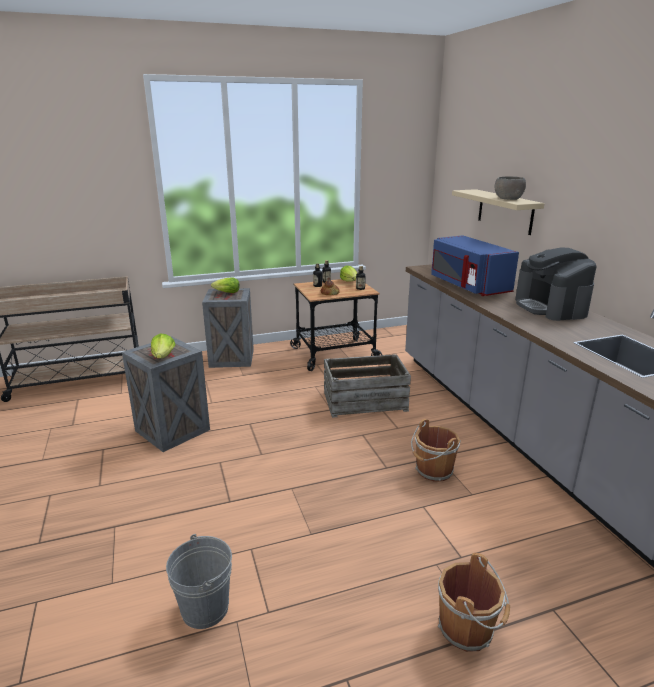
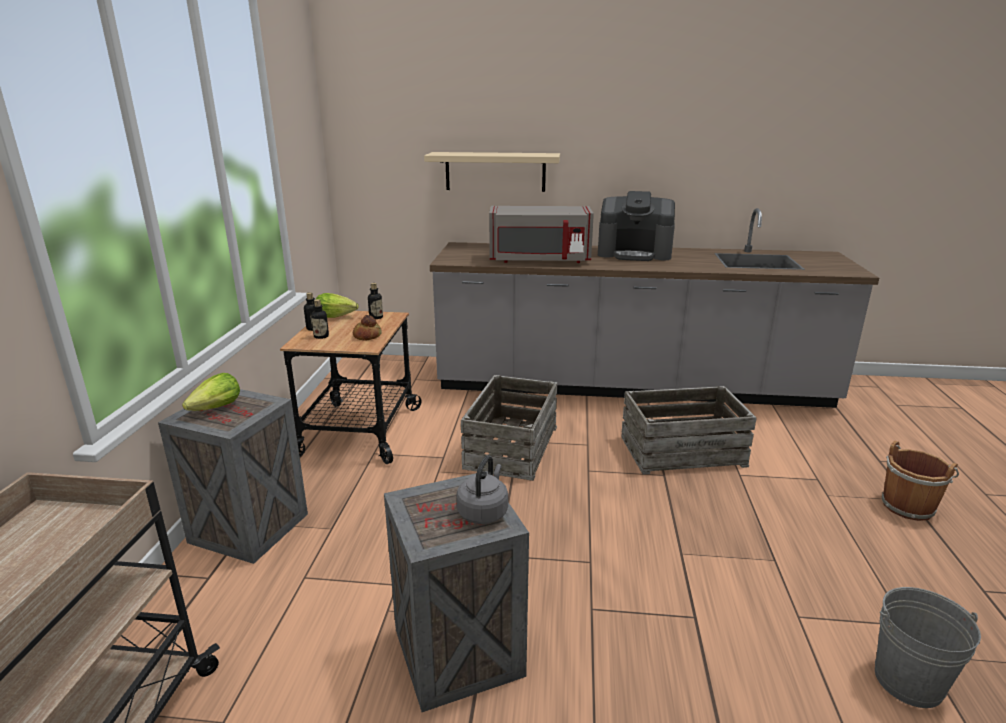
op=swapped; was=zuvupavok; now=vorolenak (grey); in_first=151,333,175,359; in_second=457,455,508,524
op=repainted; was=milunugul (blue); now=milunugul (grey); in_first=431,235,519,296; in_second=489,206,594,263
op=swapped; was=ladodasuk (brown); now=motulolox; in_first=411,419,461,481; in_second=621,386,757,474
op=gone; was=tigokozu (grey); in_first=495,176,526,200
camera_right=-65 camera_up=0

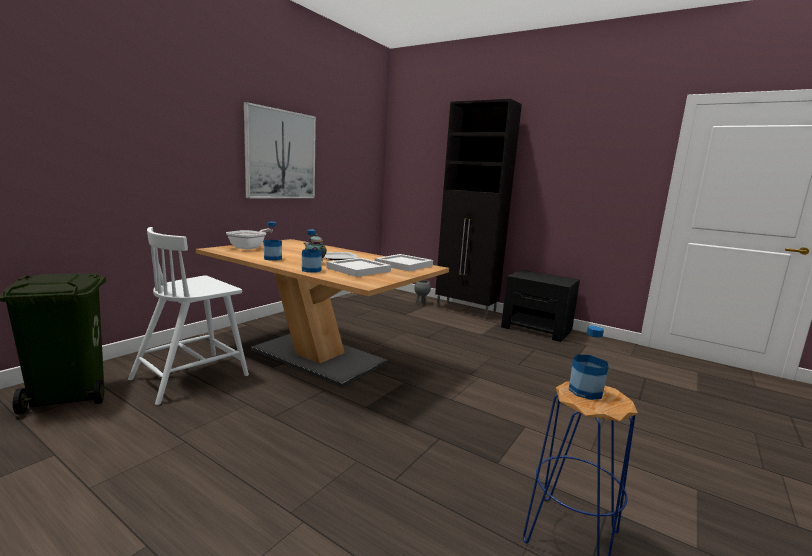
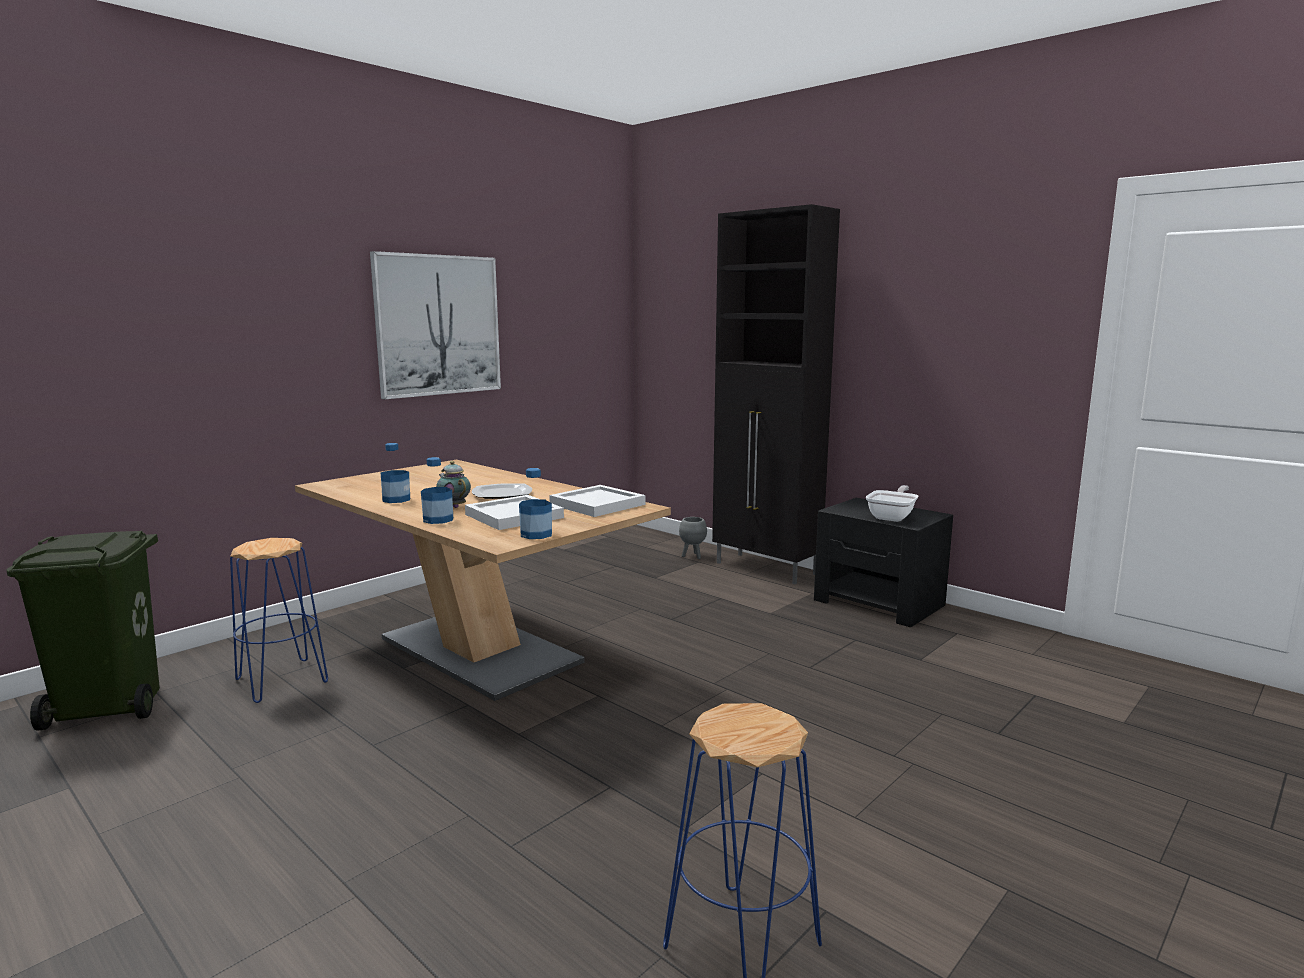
op=swapped; was=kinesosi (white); now=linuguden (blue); in_first=128,227,249,405; in_second=230,538,328,703
op=shifted; was=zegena; in_first=569,326,609,400; in_second=519,468,552,539
op=shifted; was=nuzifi; in_first=226,229,273,250; in_second=866,485,918,522
camera_right=10 camera_up=0

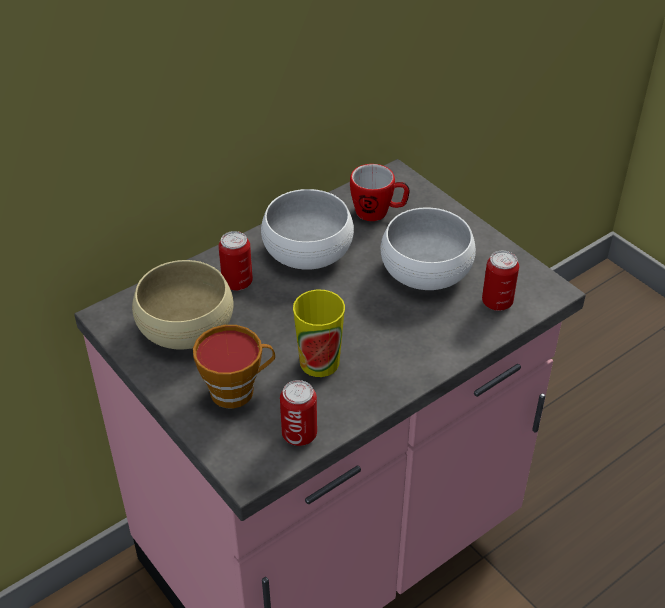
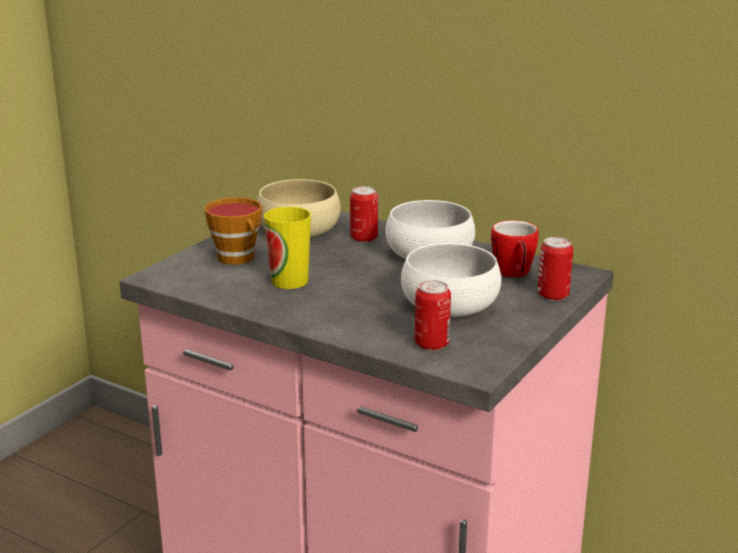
op=shifted; was=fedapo; in_first=280,380,317,446; in_second=538,237,573,301
camera_right=70 camera_up=-20

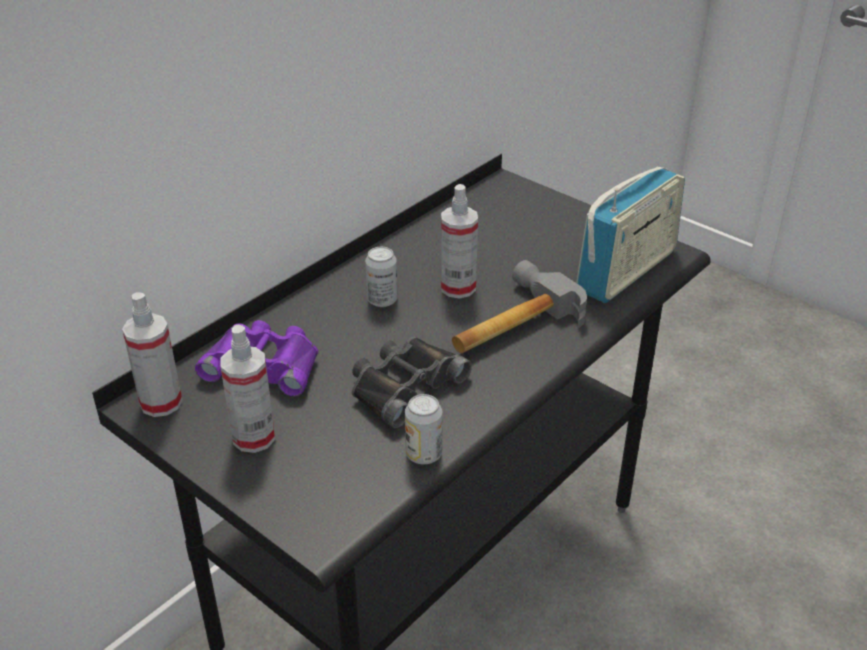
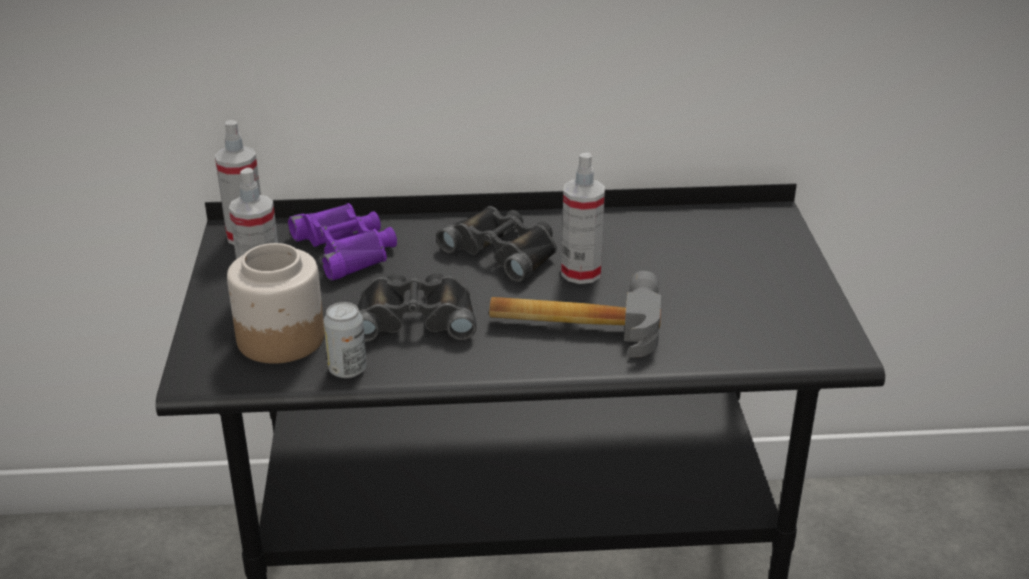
op=new; now=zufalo; in_second=227,243,324,364
op=swapped; was=fedapo; now=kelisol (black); in_first=365,247,398,307; in_second=436,206,557,282
op=gone; was=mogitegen; in_first=576,166,685,303
camera_right=45 camera_up=-5

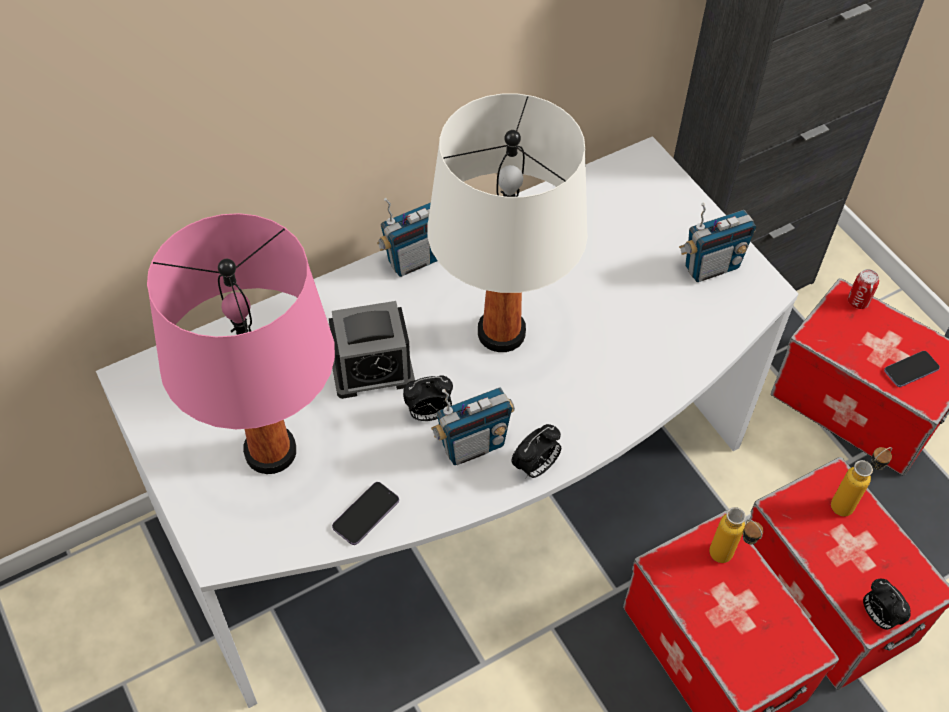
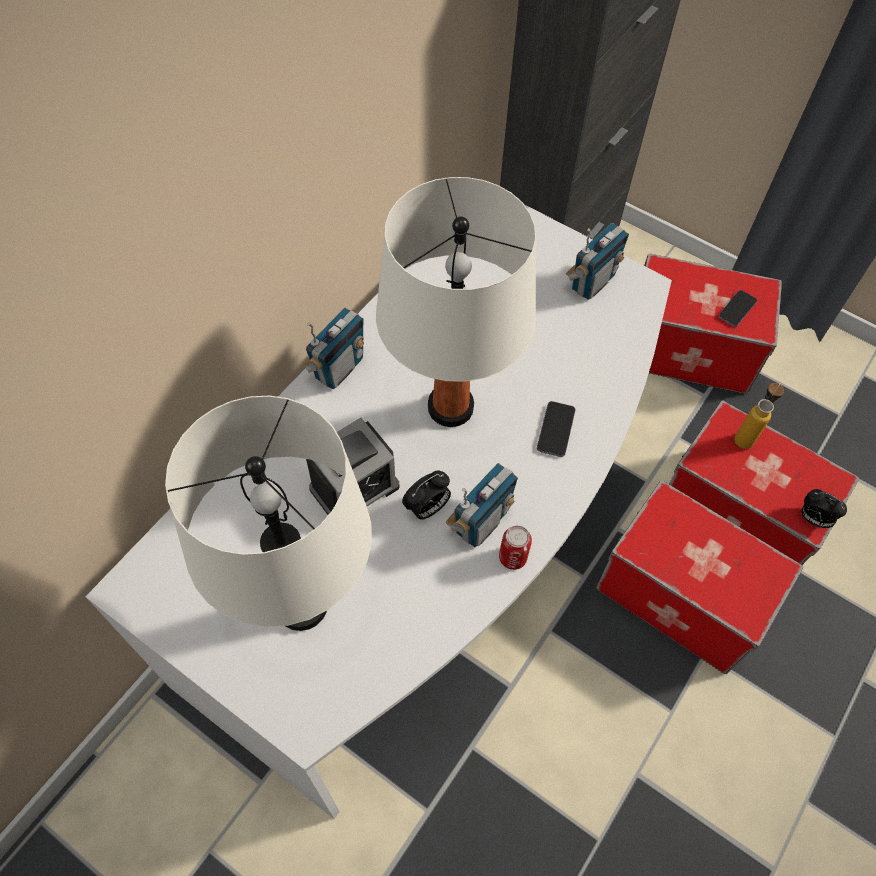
op=repainted; was=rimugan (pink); now=rimugan (white); in_first=147,213,335,474; in_second=165,395,372,631
op=shifted; was=fedapo; in_first=848,269,879,309; in_second=499,525,532,570
op=shifted; was=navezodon; in_first=332,482,399,545; in_second=537,401,576,457
op=gone; was=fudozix; in_first=511,424,561,479
op=gone; was=zegena; in_first=709,507,763,563
camera_right=-25 camera_up=5

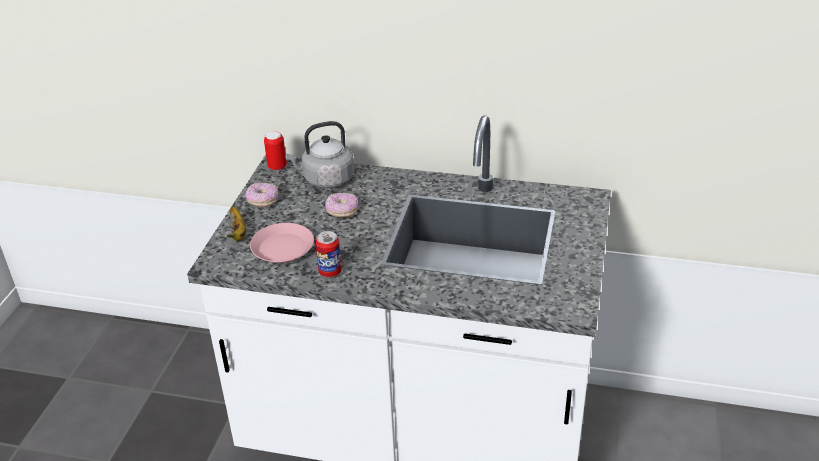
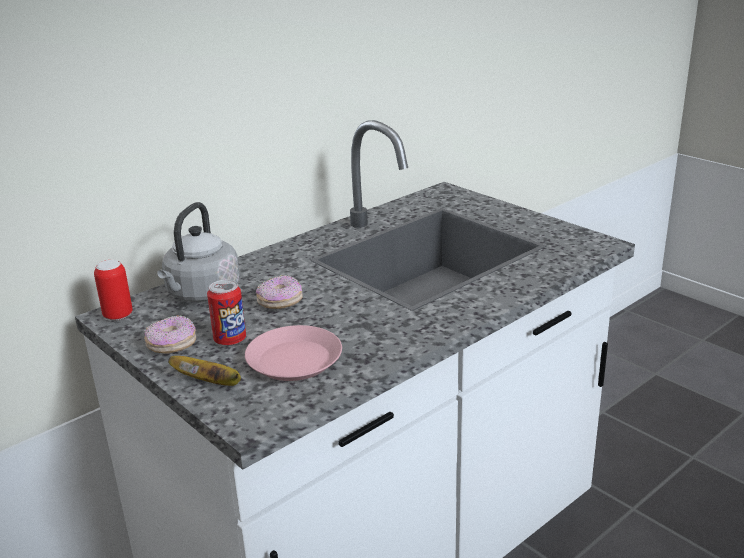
op=shifted; was=fedapo; in_first=315,231,342,277; in_second=207,280,246,346
camera_right=-55 camera_up=-10

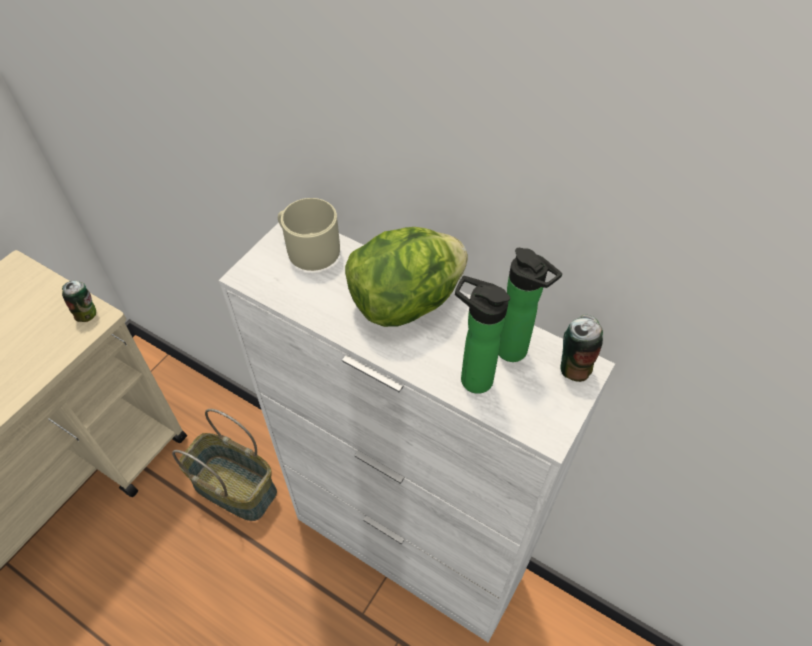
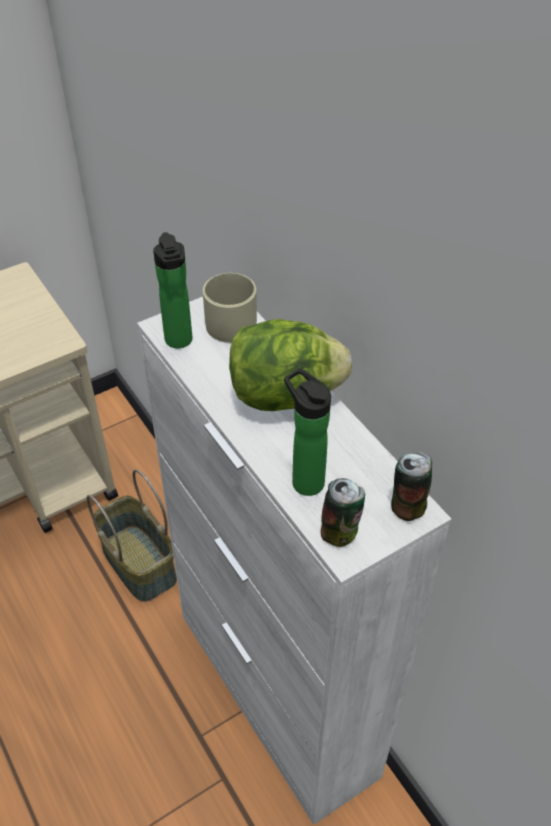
op=shifted; was=zegena; in_first=498,248,562,362; in_second=153,232,192,348
op=shifted; was=fedapo; in_first=62,281,96,322; in_second=321,478,365,547
camera_right=25 camera_up=-5

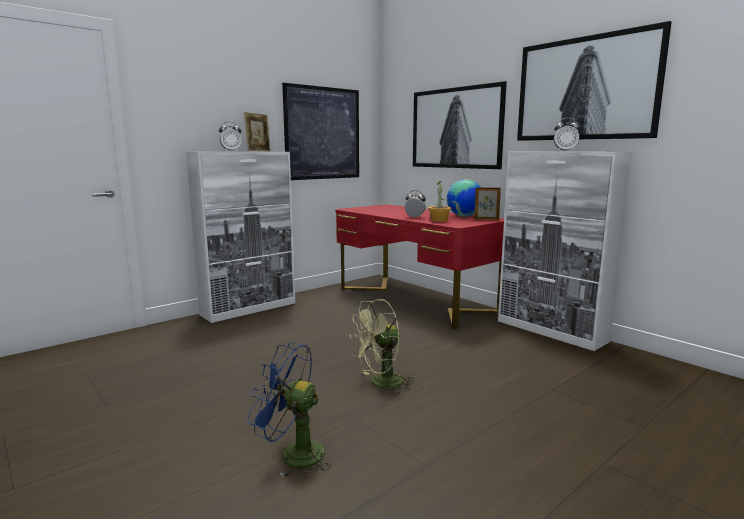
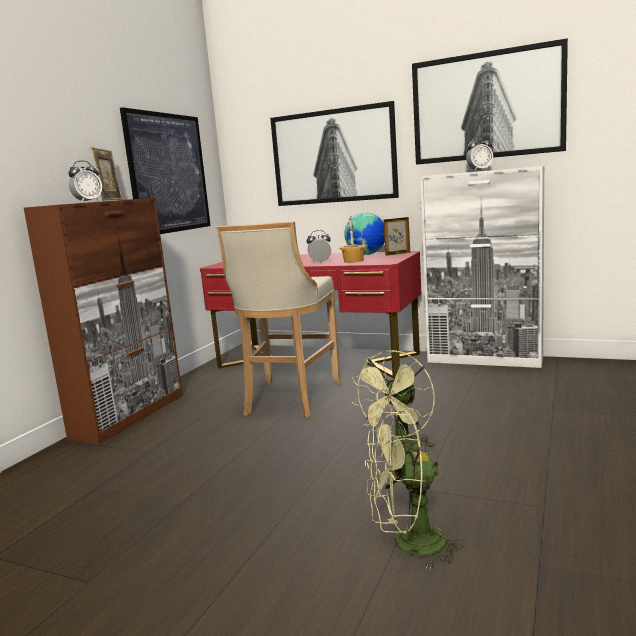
op=repainted; was=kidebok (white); now=kidebok (brown); in_first=186,152,295,323; in_second=24,198,183,444
op=new; now=linuguden (beige); in_second=217,221,342,417
op=repainted; was=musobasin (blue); now=musobasin (green); in_first=247,342,331,478; in_second=365,410,466,570
camera_right=-25 camera_up=0

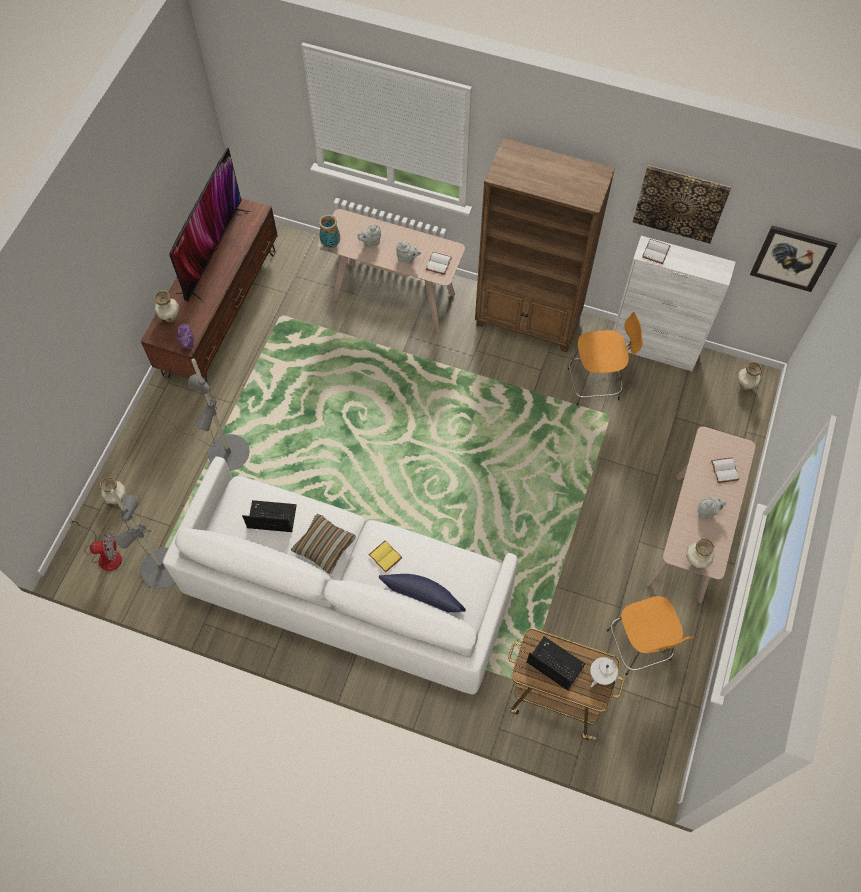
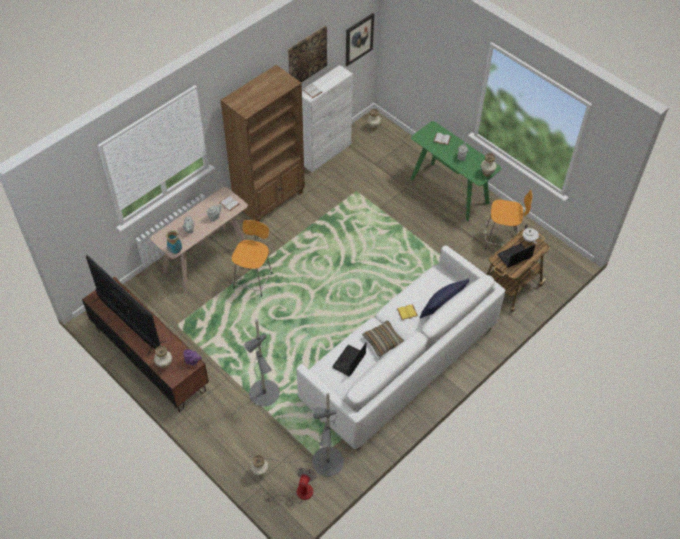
op=shifted; was=linuguden (orange); in_first=568,312,643,406; in_second=232,220,272,297
op=repainted; was=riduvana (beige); now=riduvana (green); in_first=646,426,756,603; in_second=410,121,501,221
camera_right=-65 camera_up=-10

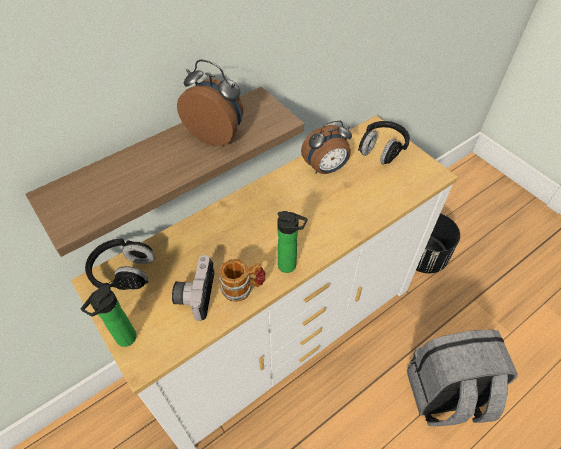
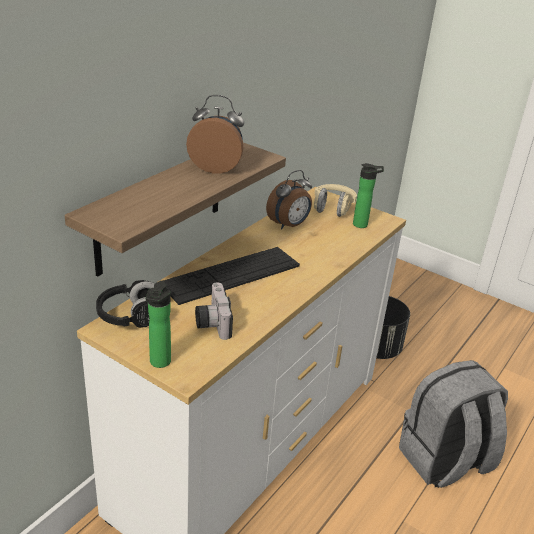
op=new; now=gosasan; in_second=163,247,300,305
op=repainted; was=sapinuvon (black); now=sapinuvon (beige); in_first=358,121,410,164; in_second=314,184,357,217
op=shifted; was=zegena; in_first=277,211,307,273; in_second=353,163,384,228
op=gone; was=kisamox; in_first=219,259,266,302
camera_right=-20 camera_up=-20

